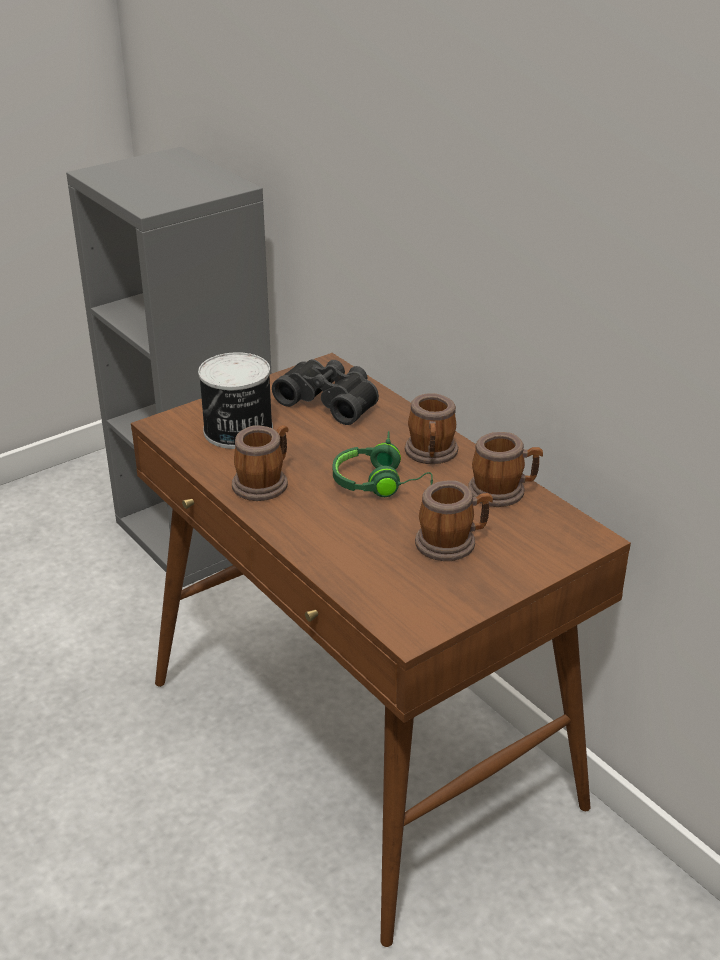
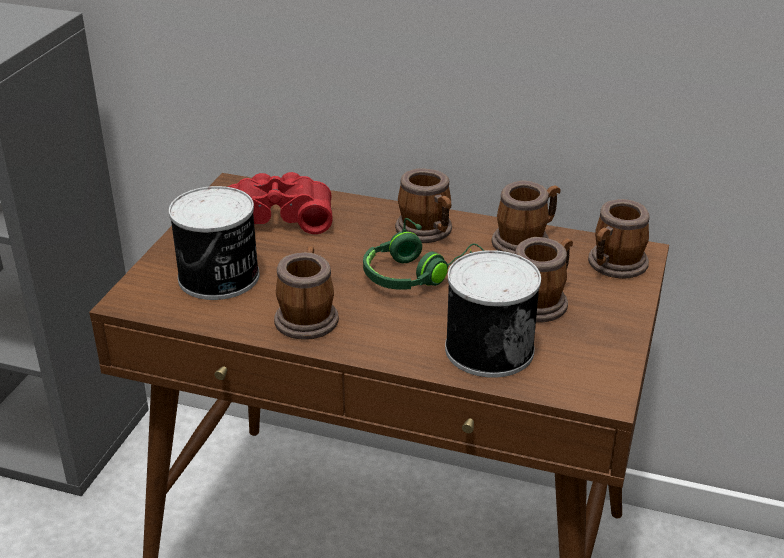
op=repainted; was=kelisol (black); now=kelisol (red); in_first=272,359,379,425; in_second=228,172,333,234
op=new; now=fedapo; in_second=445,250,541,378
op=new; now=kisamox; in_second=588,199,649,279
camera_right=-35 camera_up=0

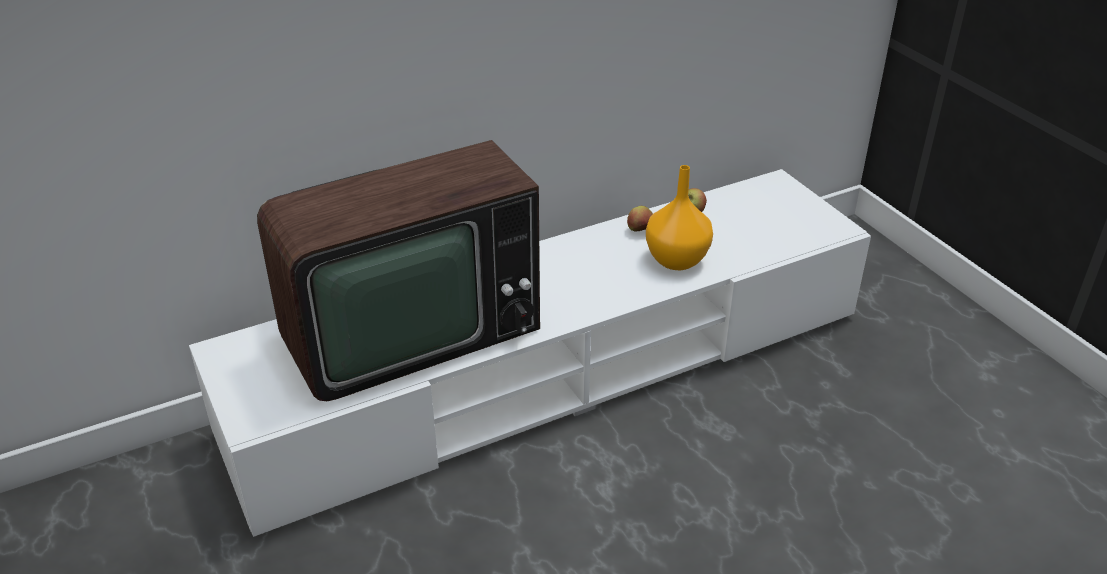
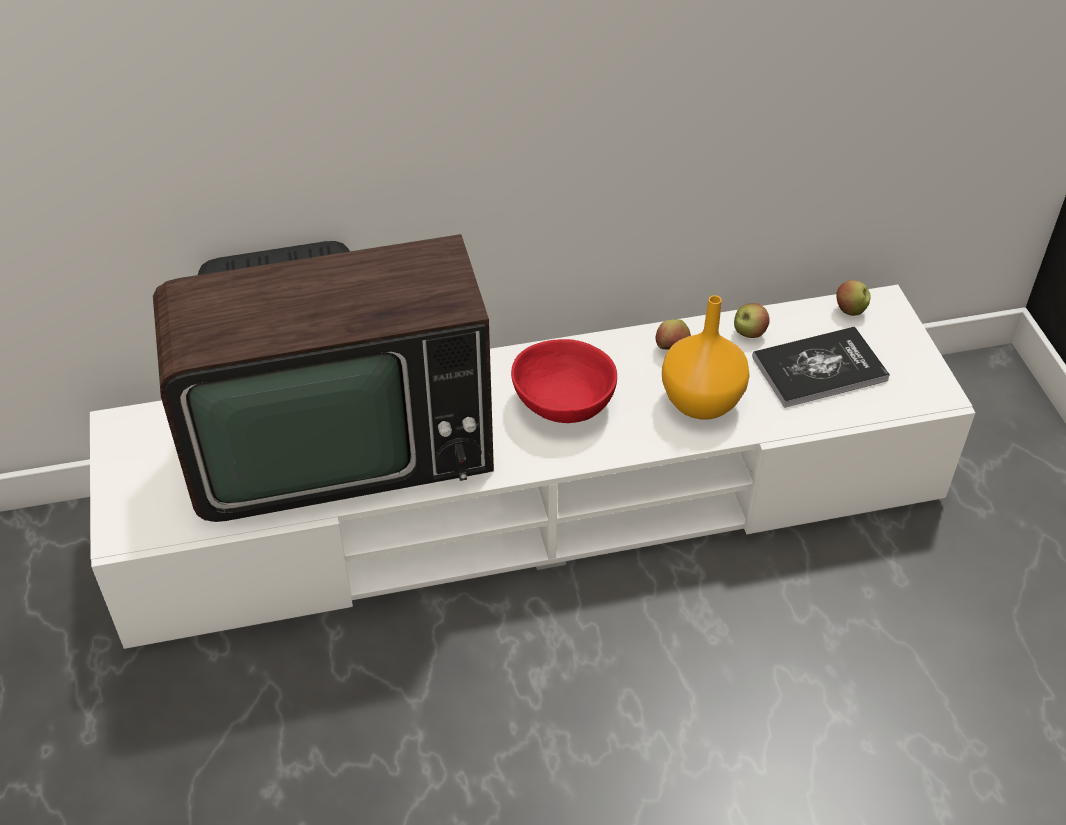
op=new; now=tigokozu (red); in_second=511,339,617,423
op=new; now=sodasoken; in_second=753,327,890,408
op=new; now=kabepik; in_second=836,280,871,316
camera_right=15 camera_up=10

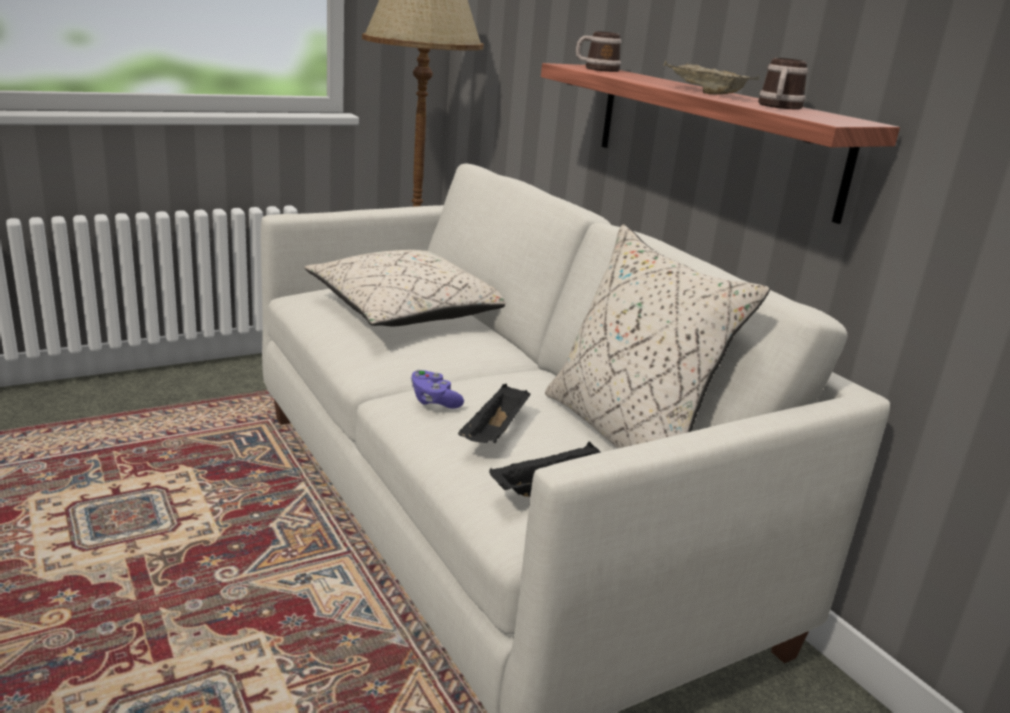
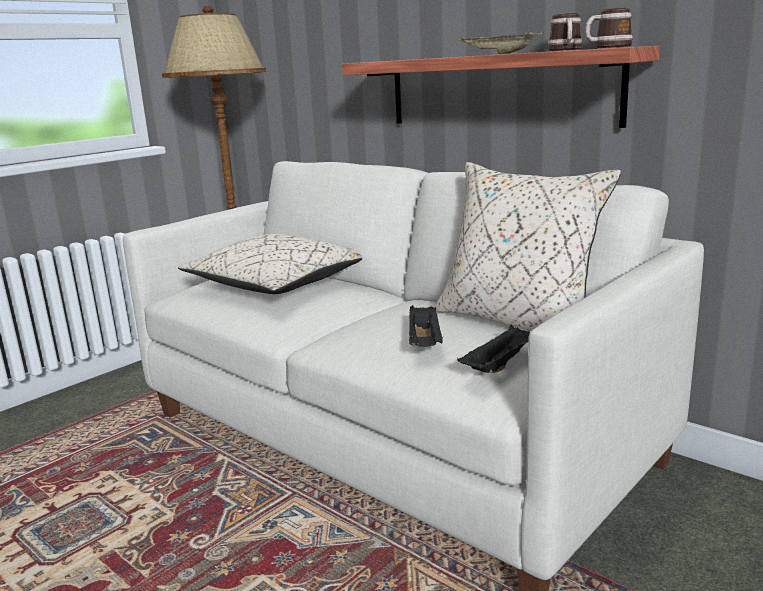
op=shifted; was=kisamox; in_first=576,31,621,72; in_second=585,8,633,48
op=gone; was=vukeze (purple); in_first=411,370,464,408
camera_right=-15 camera_up=-5

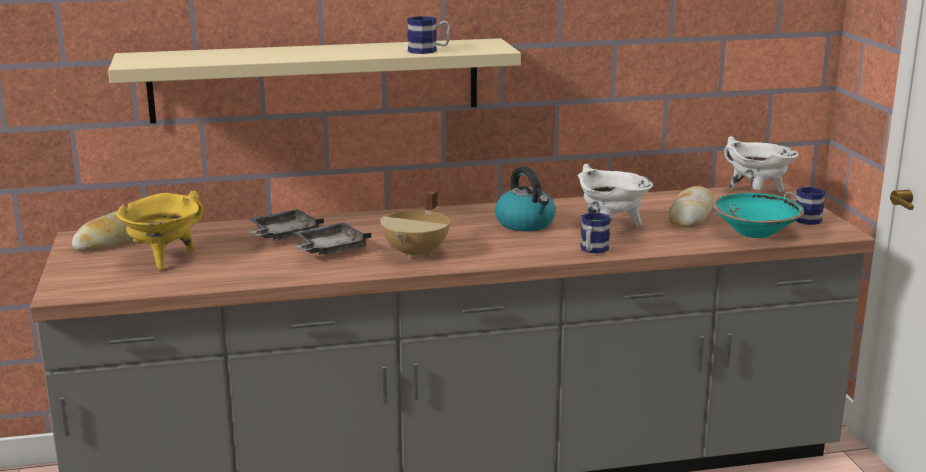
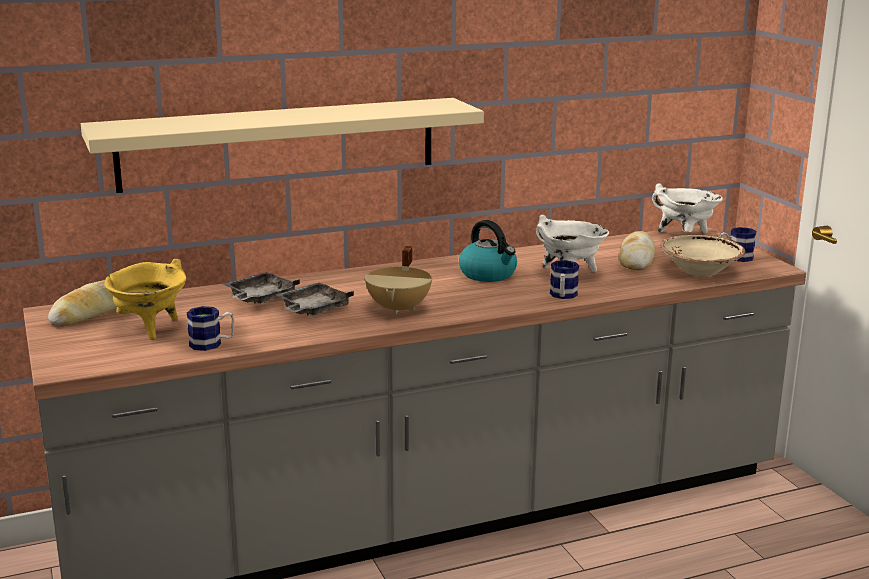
op=shifted; was=kisamox; in_first=407,16,450,54; in_second=187,306,234,351
op=repainted; was=tigokozu (turquoise); now=tigokozu (beige); in_first=712,192,804,238; in_second=661,235,746,277
camera_right=-10 camera_up=0

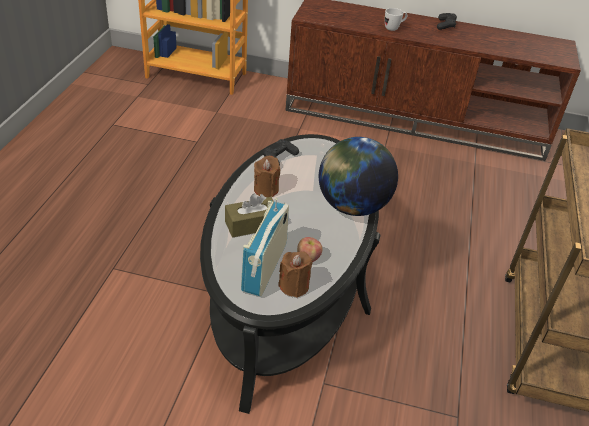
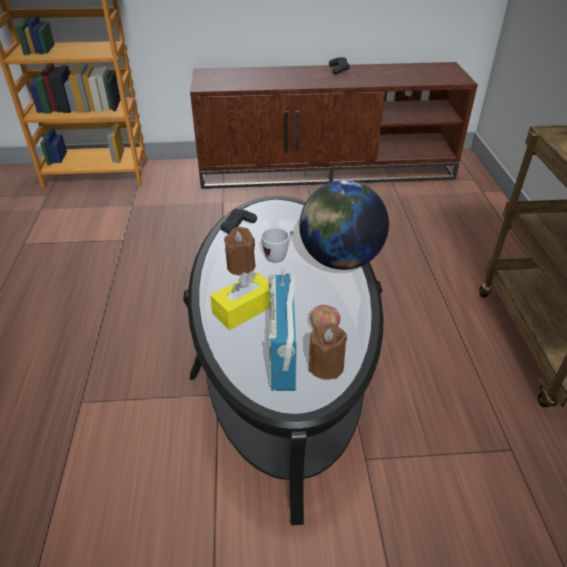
op=repainted; was=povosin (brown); now=povosin (yellow); in_first=225,193,273,238; in_second=210,271,269,330
op=shifted; was=kisamox (white); in_first=385,8,407,31; in_second=261,228,294,262
camera_right=-15 camera_up=0

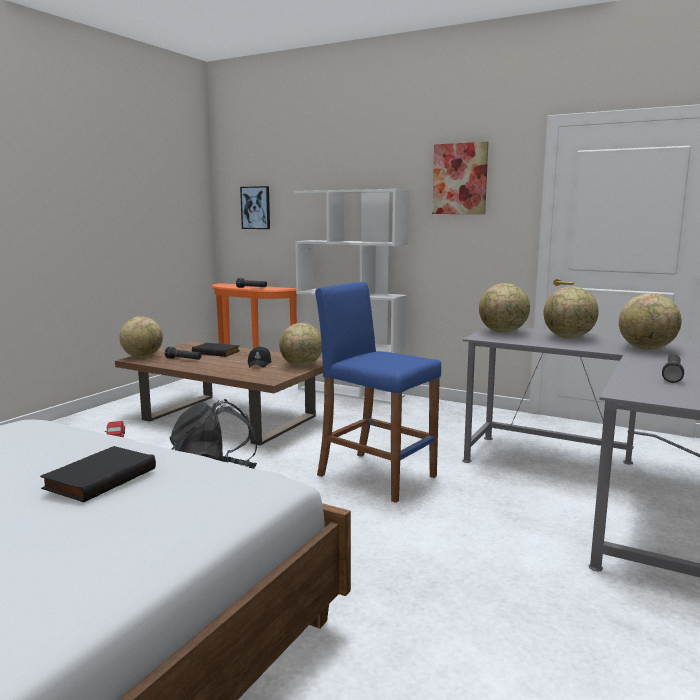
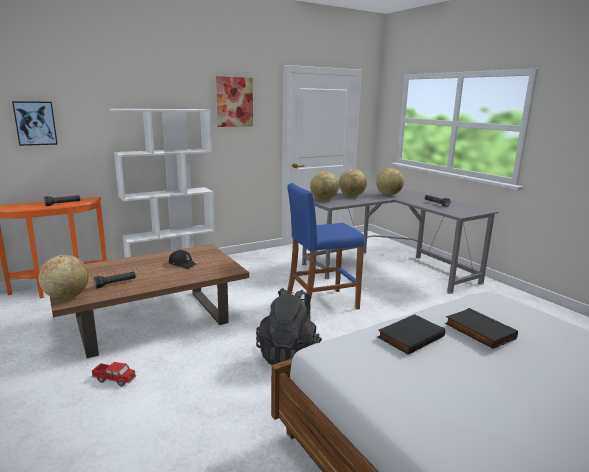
op=shifted; was=sodasoken (black); in_first=192,343,240,357; in_second=378,314,445,355
op=gone; was=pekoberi; in_first=279,323,322,366
camera_right=-60 camera_up=5

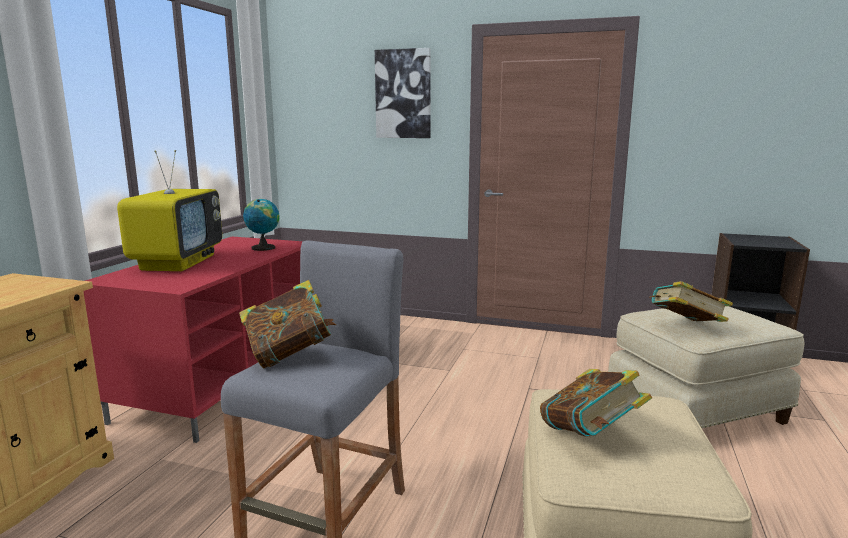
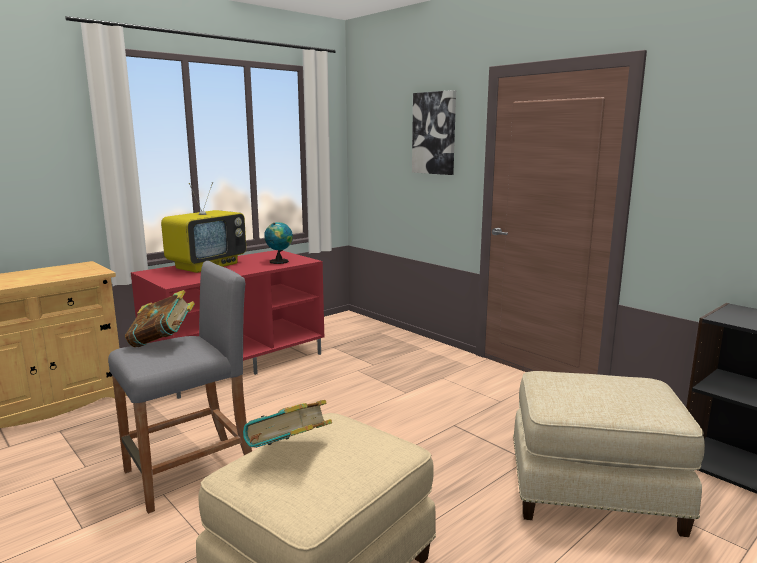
op=gone; was=sodasoken; in_first=649,281,733,322
camera_right=30 camera_up=0

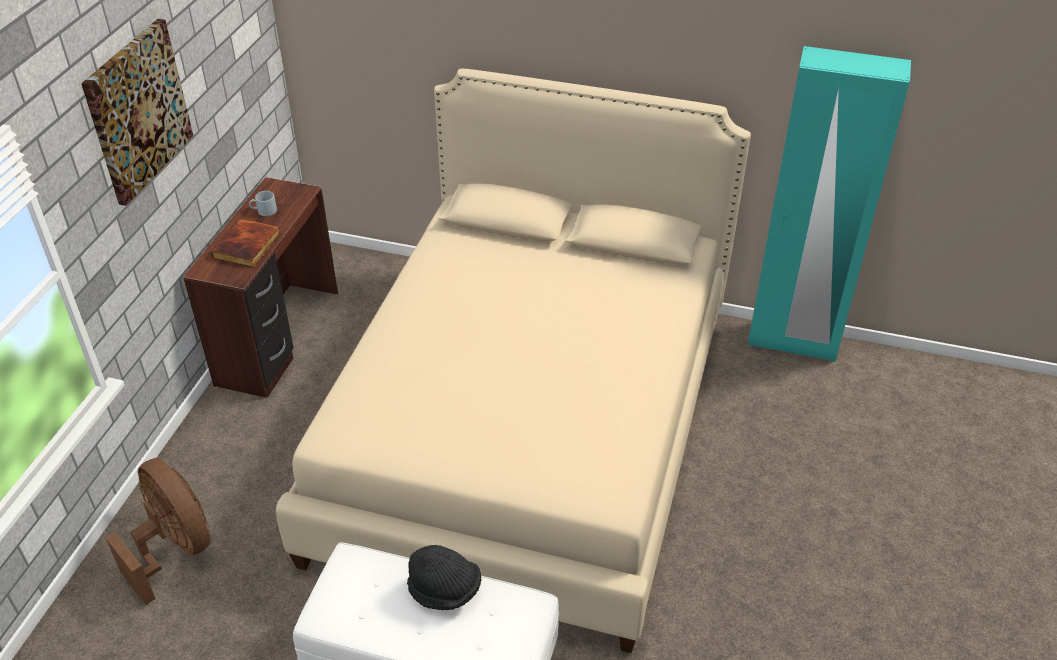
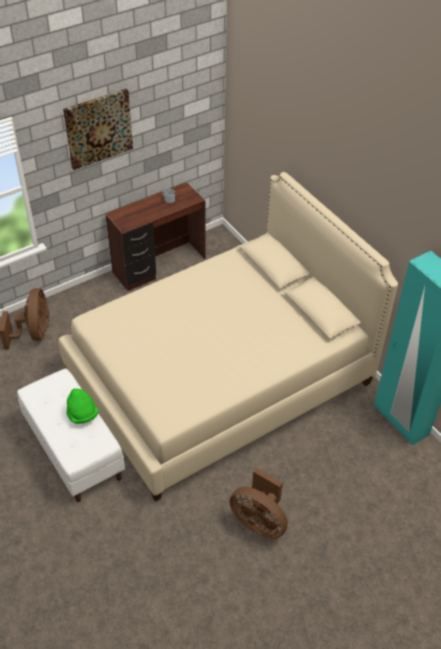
op=repainted; was=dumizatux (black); now=dumizatux (green); in_first=407,545,482,610; in_second=66,388,99,424
op=new; now=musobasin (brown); in_second=230,468,288,539
op=gone; was=sodasoken; in_first=211,219,281,268
camera_right=40 camera_up=5

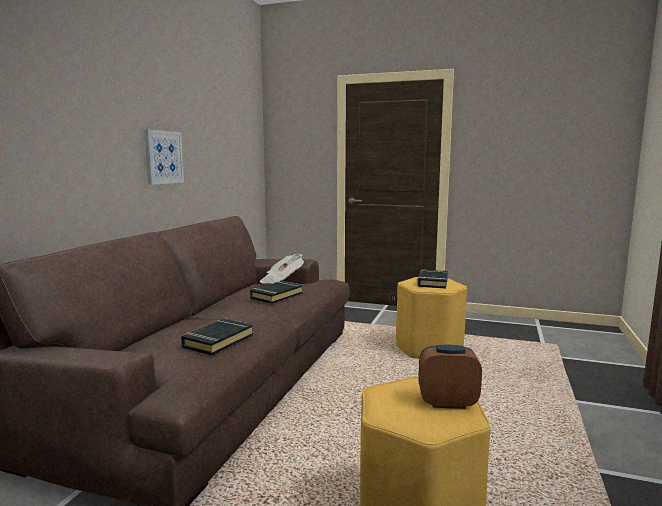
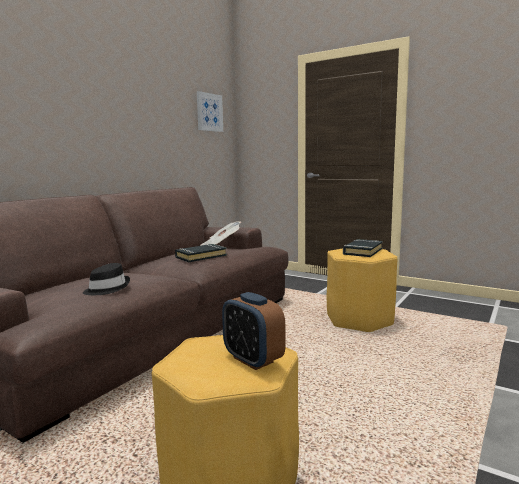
op=swapped; was=sodasoken (black); now=dumizatux (black); in_first=181,318,254,355; in_second=83,263,130,295
op=shifted; was=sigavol; in_first=144,129,184,185; in_second=197,91,223,132
op=rotated; was=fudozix; in_first=418,345,482,409; in_second=222,292,286,370; clockwise=-150
camera_right=15 camera_up=0

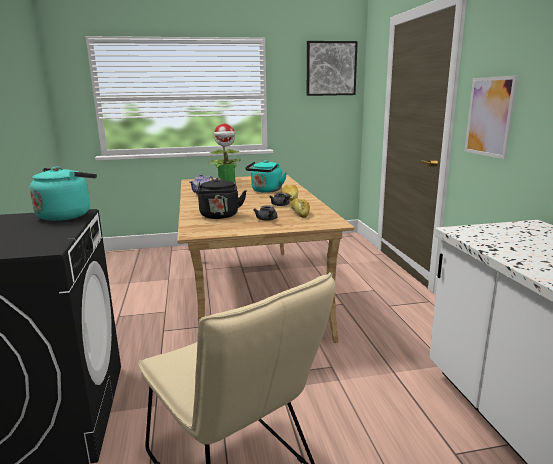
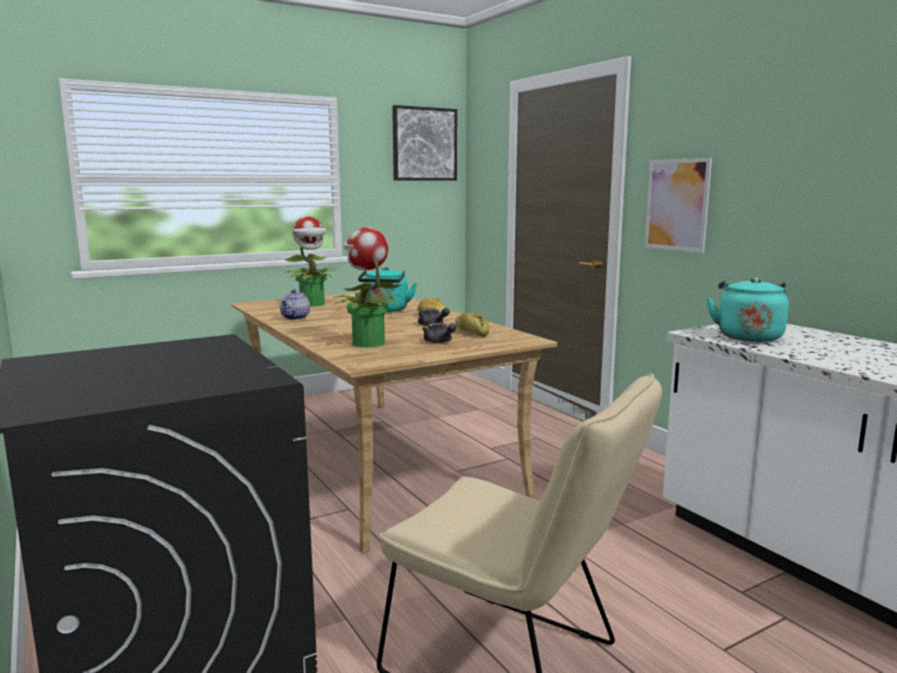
op=swapped; was=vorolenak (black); now=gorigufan; in_first=197,178,247,219; in_second=334,227,402,347
op=shifted; was=vorolenak (turquoise); in_first=30,166,97,221; in_second=706,277,789,342
camera_right=-20 camera_up=-5

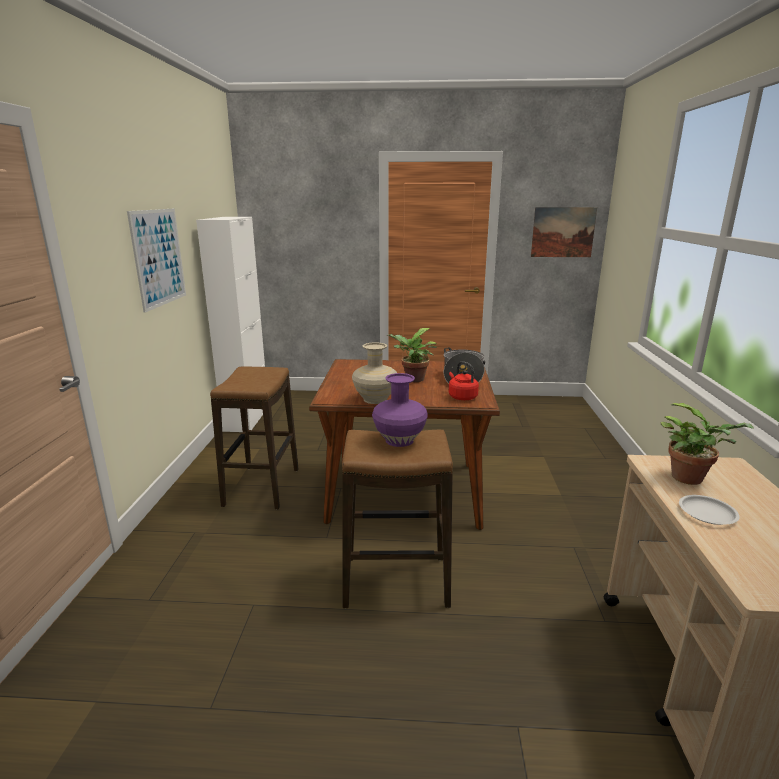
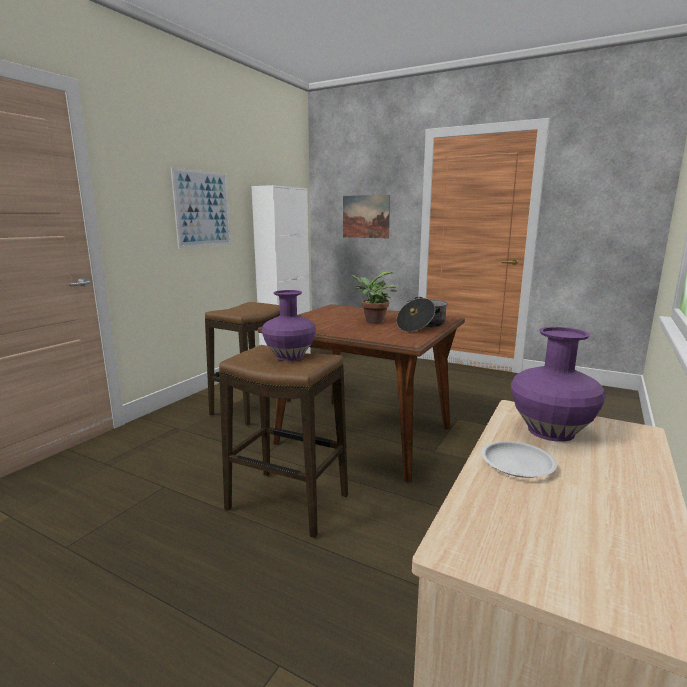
op=shifted; was=sigavol; in_first=531,207,597,257; in_second=343,195,390,238
op=swapped; was=gorigufan; now=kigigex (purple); in_first=660,403,754,485; in_second=511,327,606,442
op=gone; was=kigigex (beige); in_first=352,342,397,404
op=gone; was=vorolenak (red); in_first=448,361,479,400
camera_right=25 camera_up=-5

